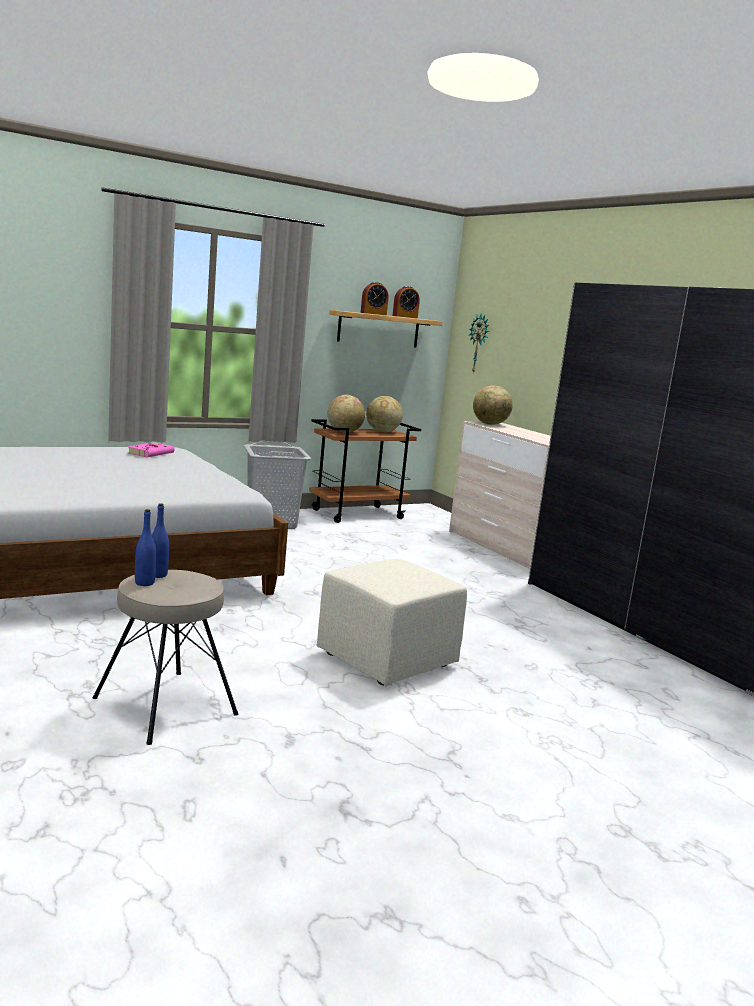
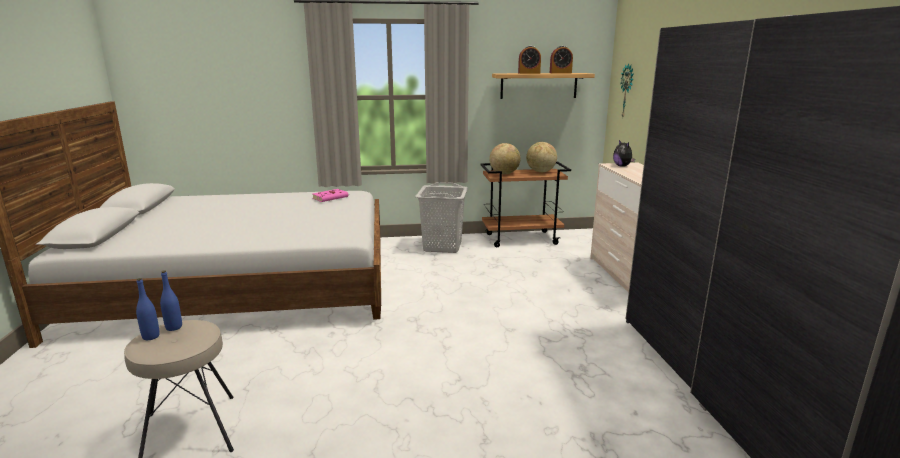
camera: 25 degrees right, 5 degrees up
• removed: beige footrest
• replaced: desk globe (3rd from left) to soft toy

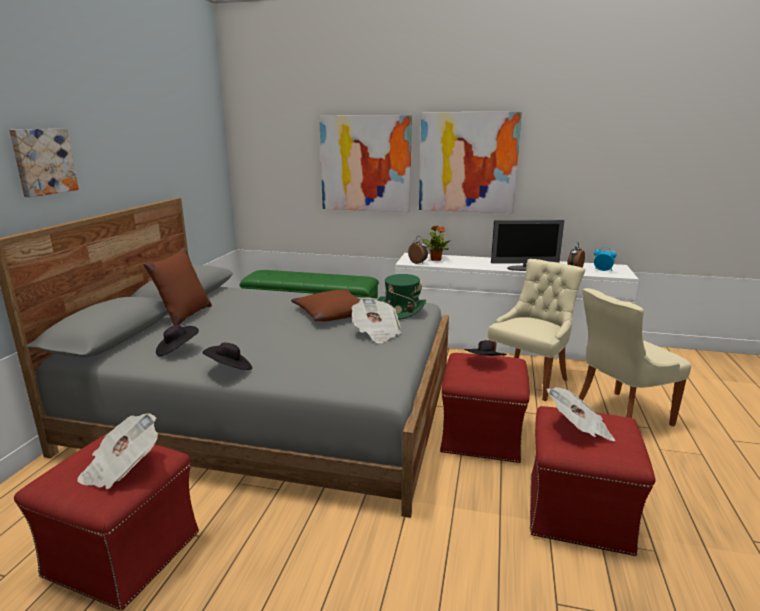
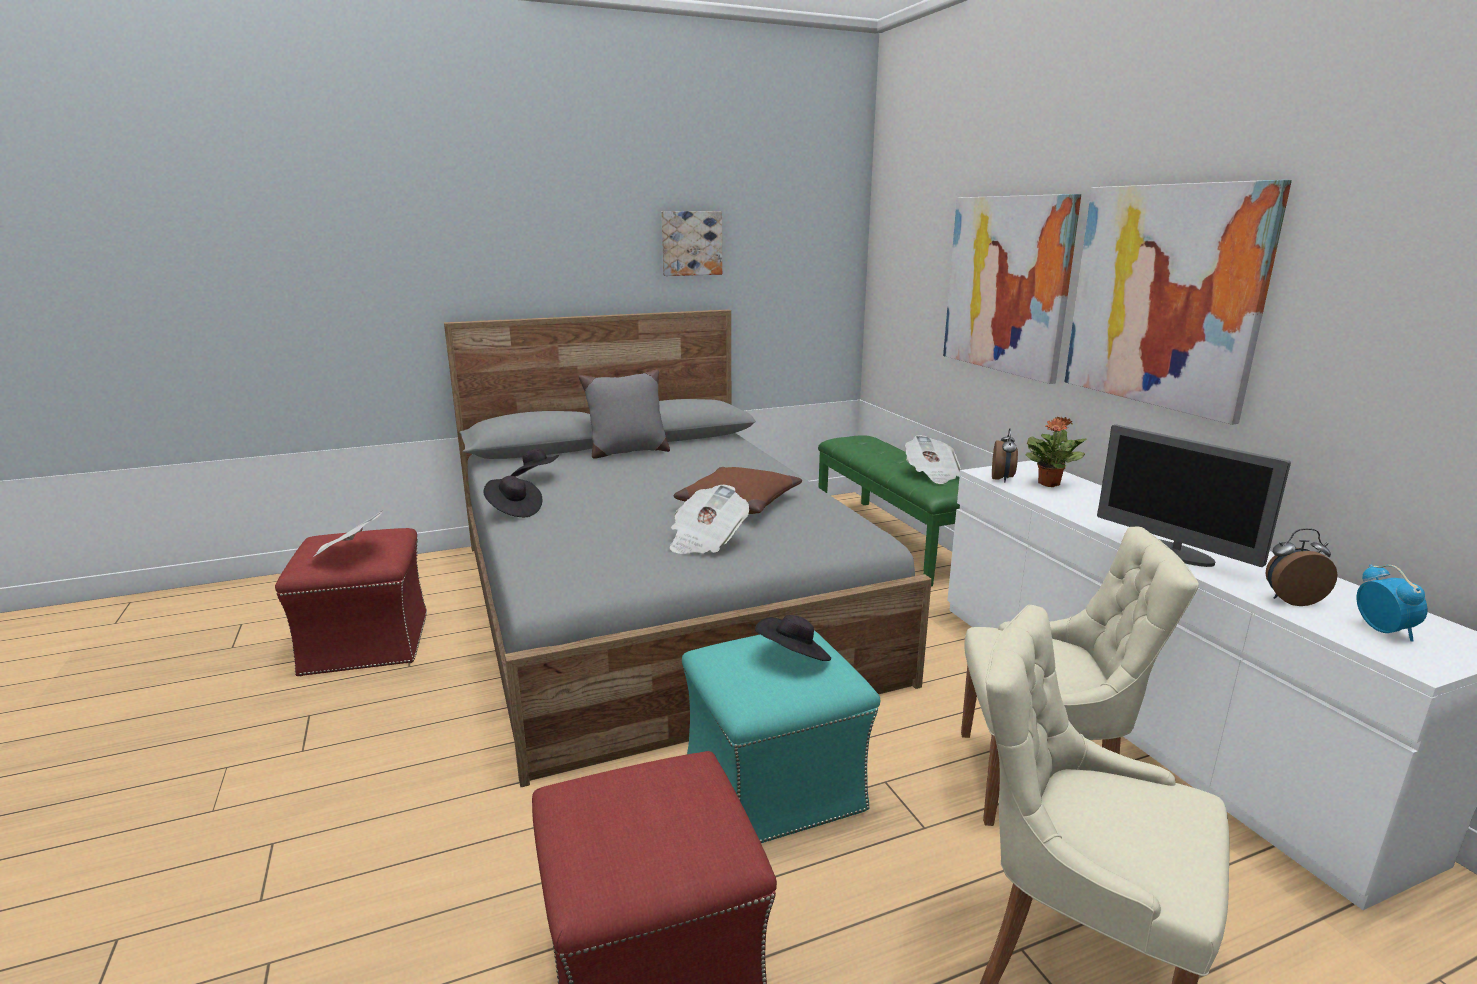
camera: 55 degrees right, 0 degrees up
• removed: greenish clothing hat
• moved: wall art (1st from left)
• moved: newspaper (3rd from left)
• recoloured: brown-coloured cushion (1st from left) to grey cushion
• recoloured: red footrest (2nd from left) to blue-green footrest

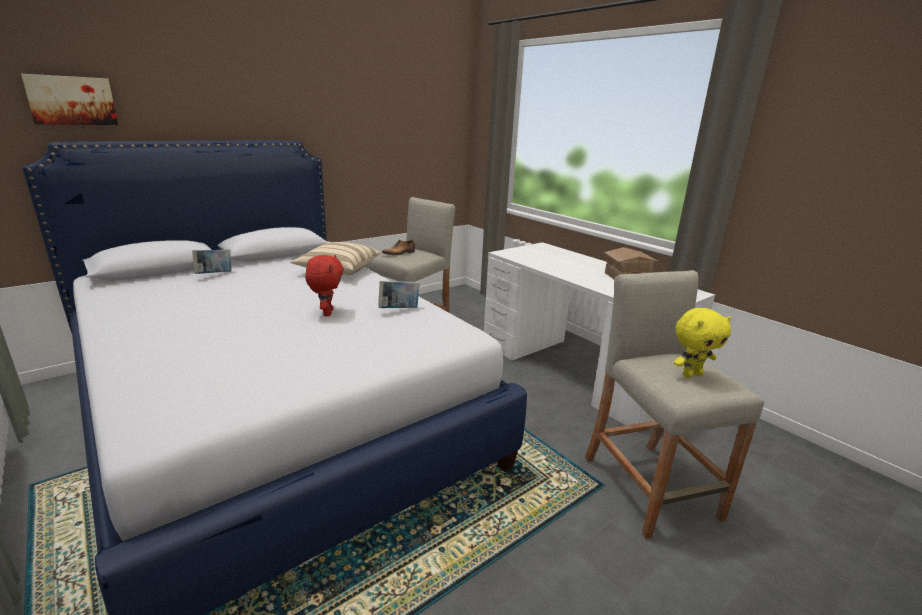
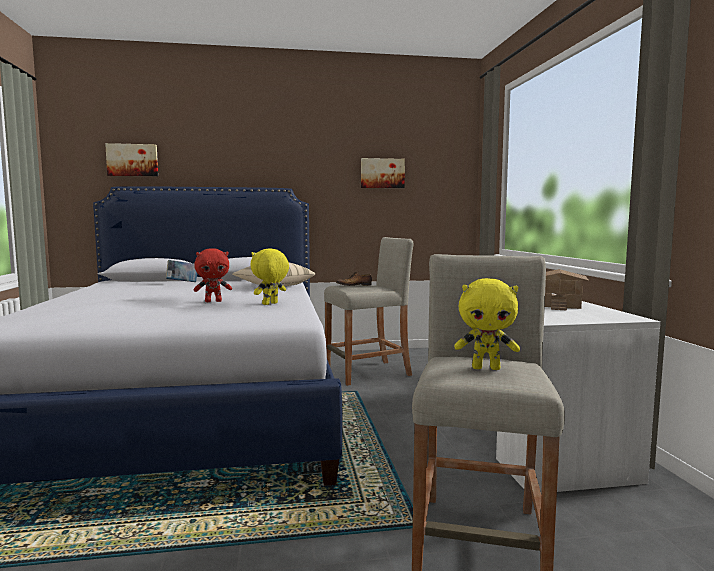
camera: 30 degrees right, 15 degrees down
• added: wall art (2nd from left)
• replaced: bound book (2nd from left) to yellow-coloured soft toy (1st from left)
• turned: red soft toy 45 degrees clockwise

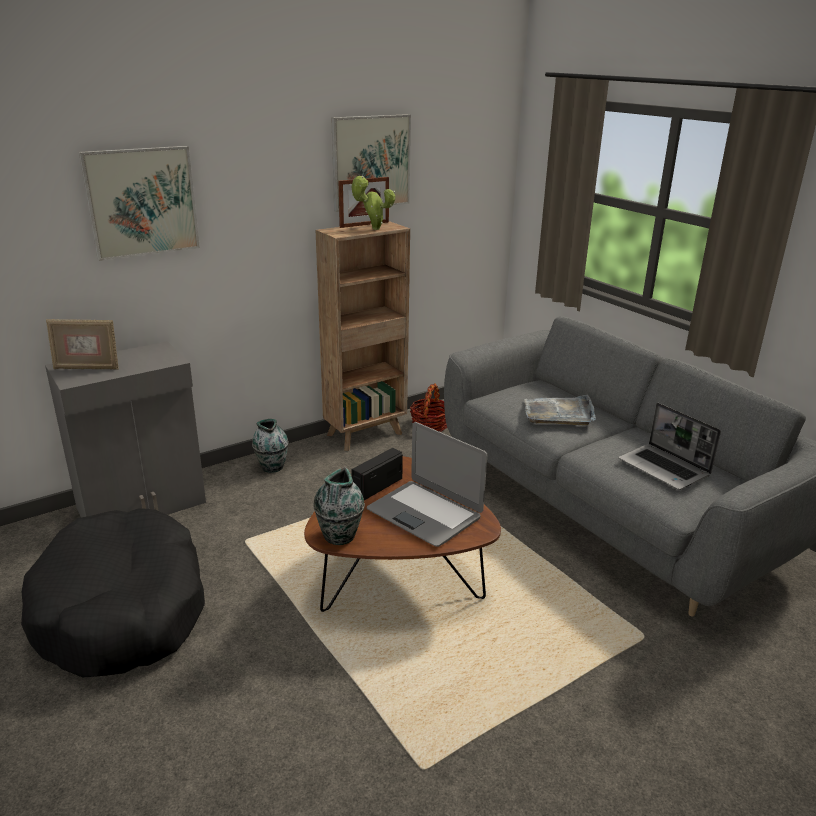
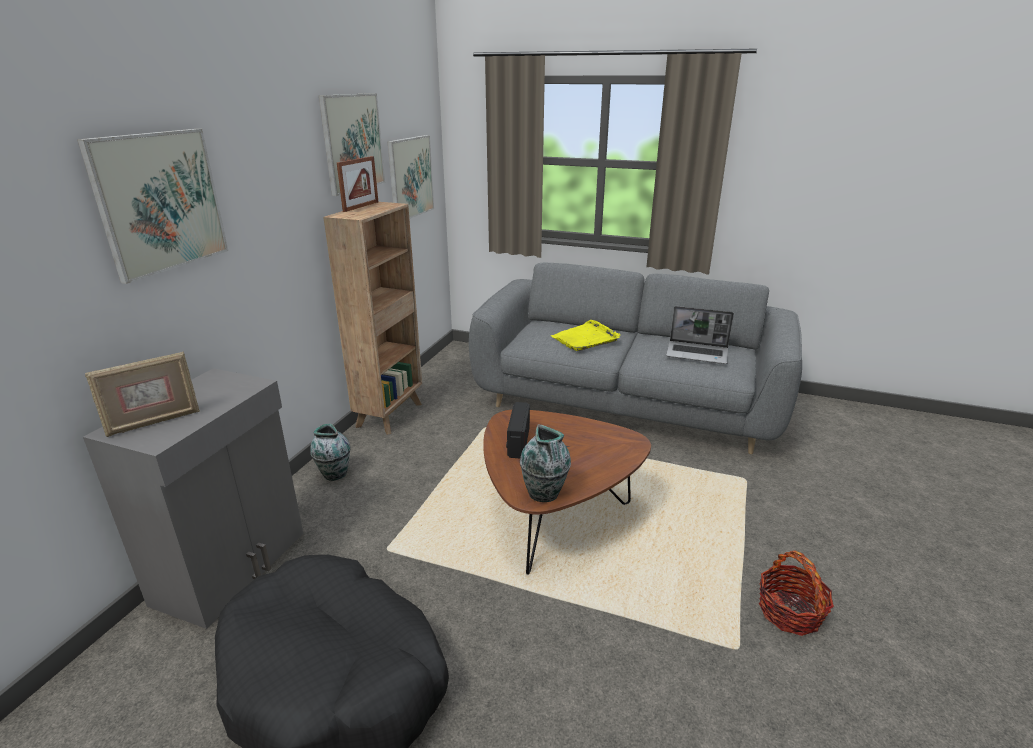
camera: 35 degrees left, 0 degrees up
• removed: houseplant
• removed: laptop (1st from left)
• added: wall art (3rd from left)
• moved: basket
• recoloured: grey serving tray to yellow-coloured serving tray

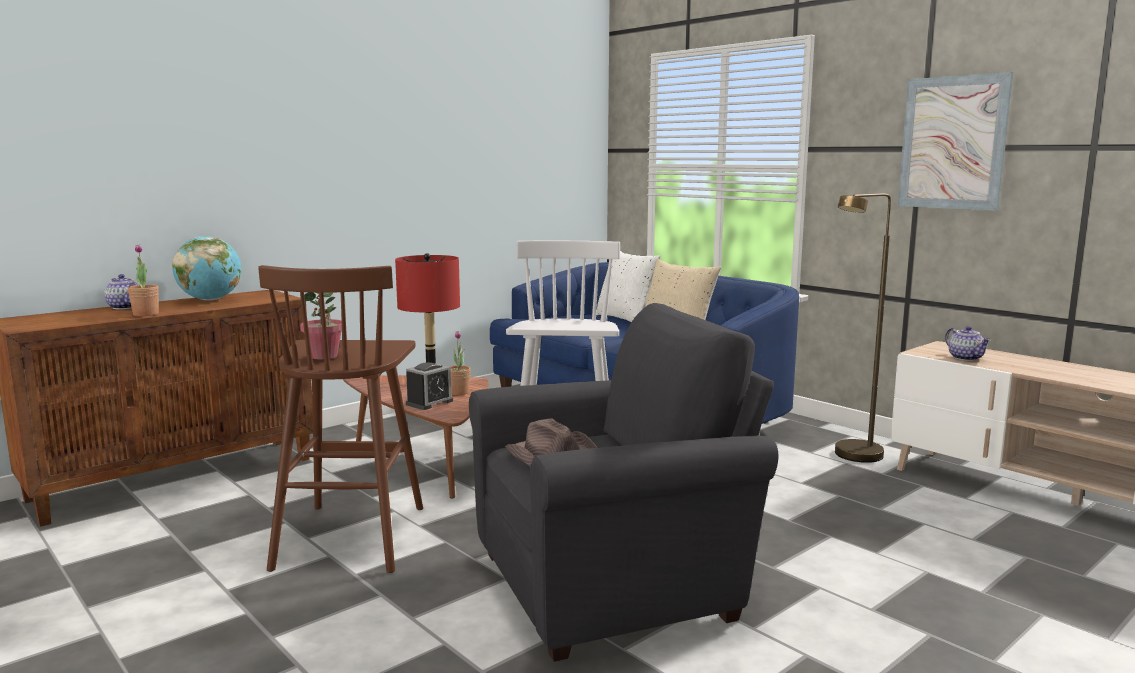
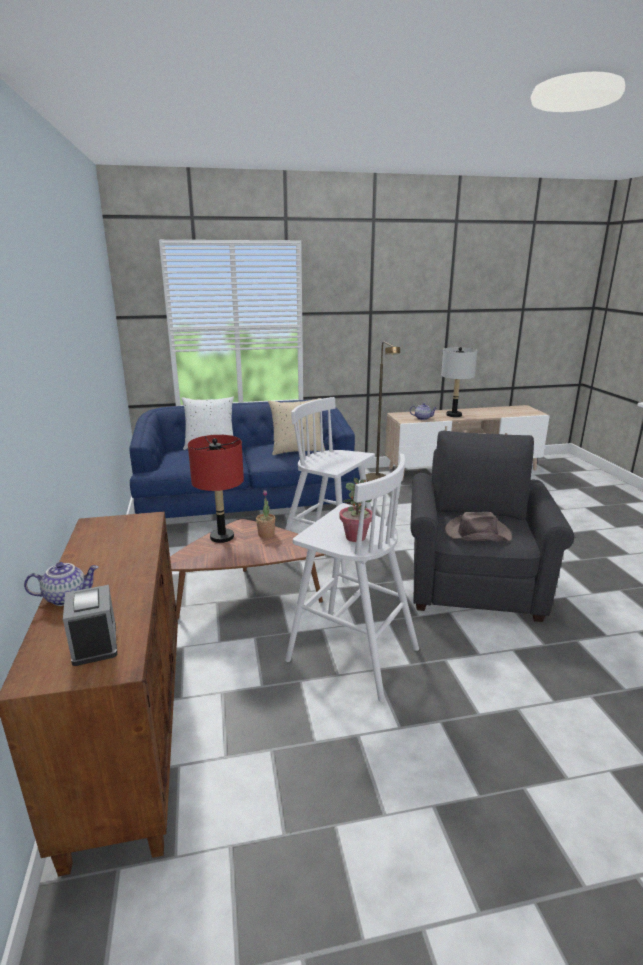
camera: 60 degrees left, 10 degrees up
• removed: houseplant (1st from left)
• removed: desk globe
• removed: wall art
• added: grey tabletop lamp
• moved: alarm clock
• recoloured: brown-coloured sitting stool to white sitting stool (2nd from left)

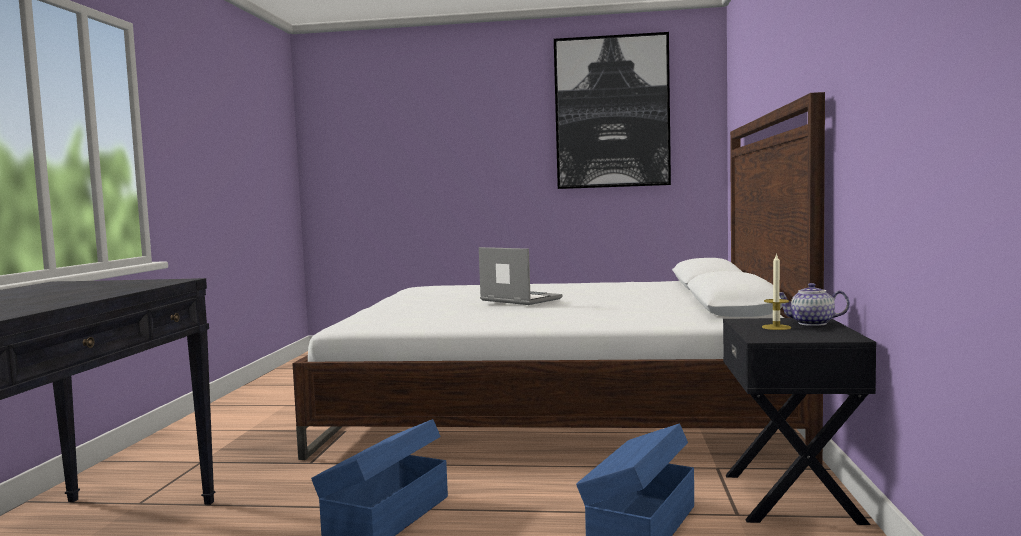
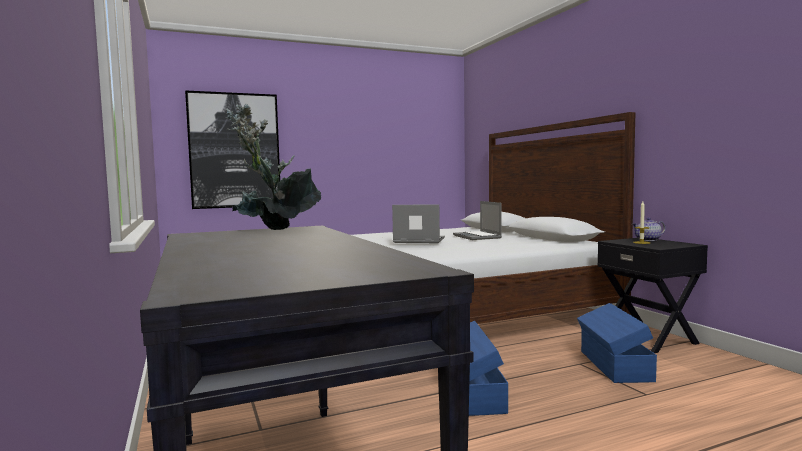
camera: 30 degrees left, 0 degrees up
• added: houseplant
• added: laptop (2nd from left)
• moved: wall art

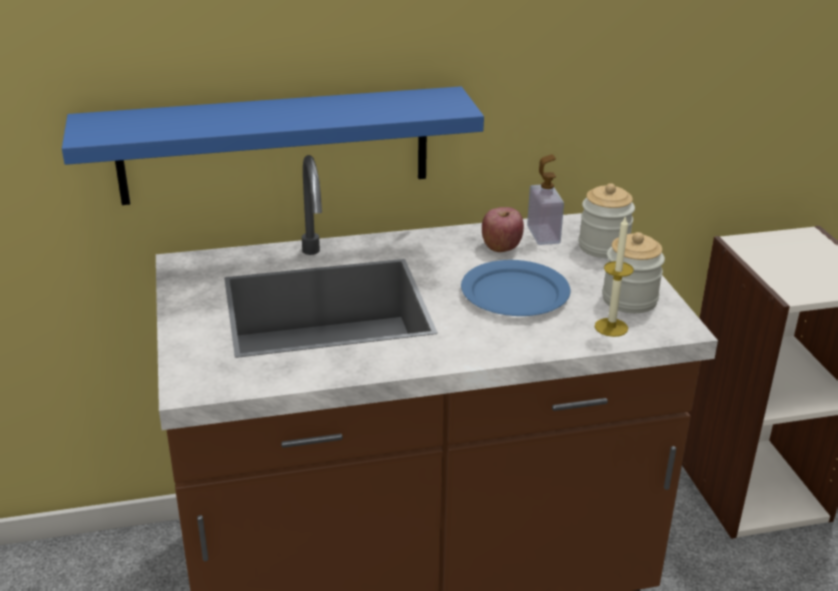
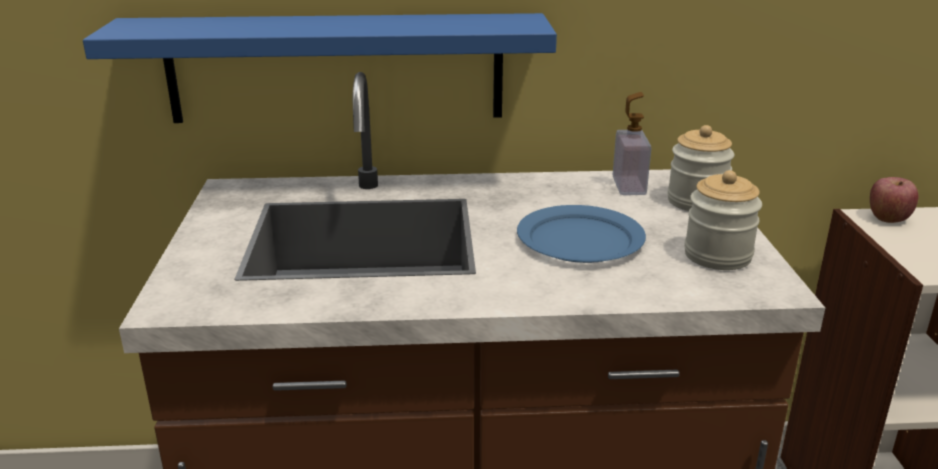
camera: 10 degrees right, 5 degrees down
• removed: wax candle
• moved: apple

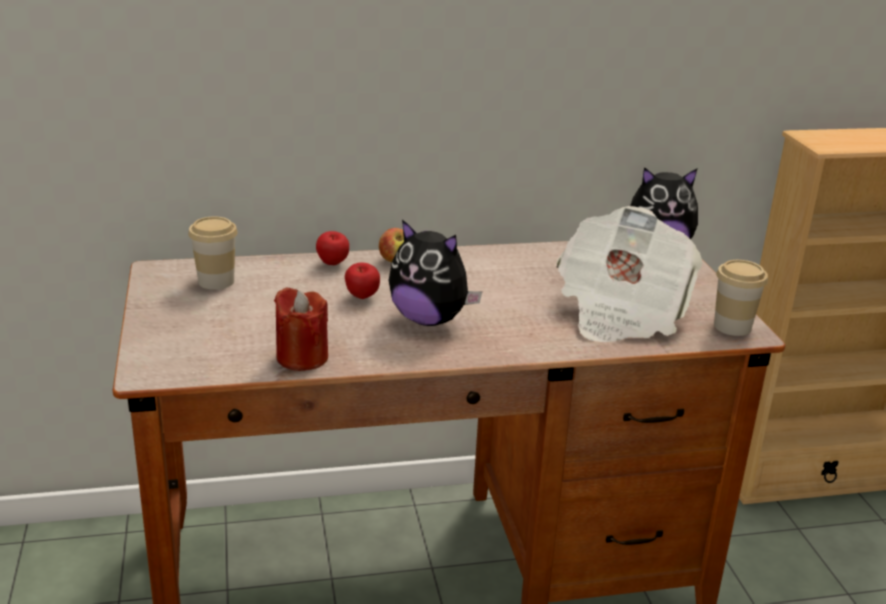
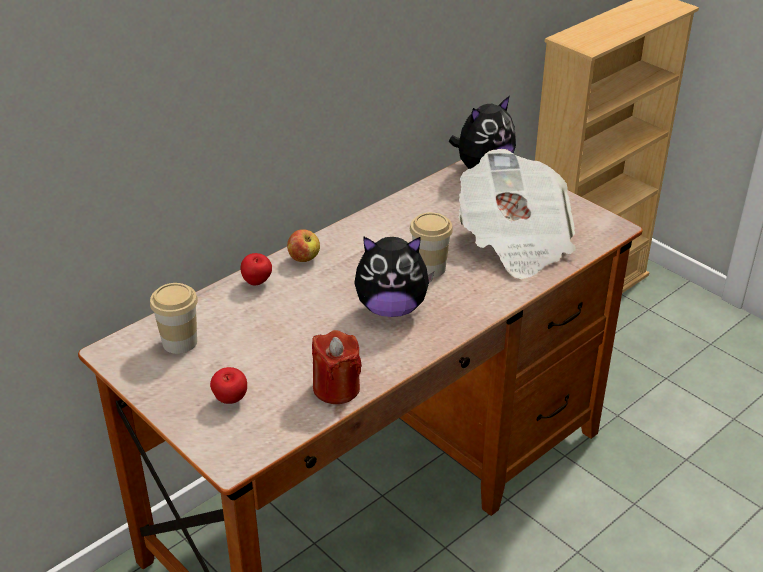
camera: 30 degrees left, 10 degrees up
• moved: apple (2nd from left in the first image) to apple (1st from left)
• moved: drinking cup (2nd from left)

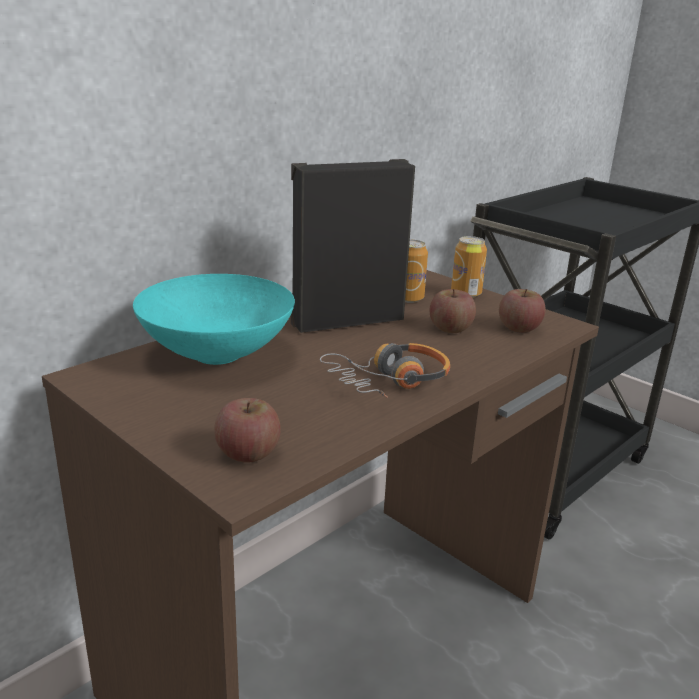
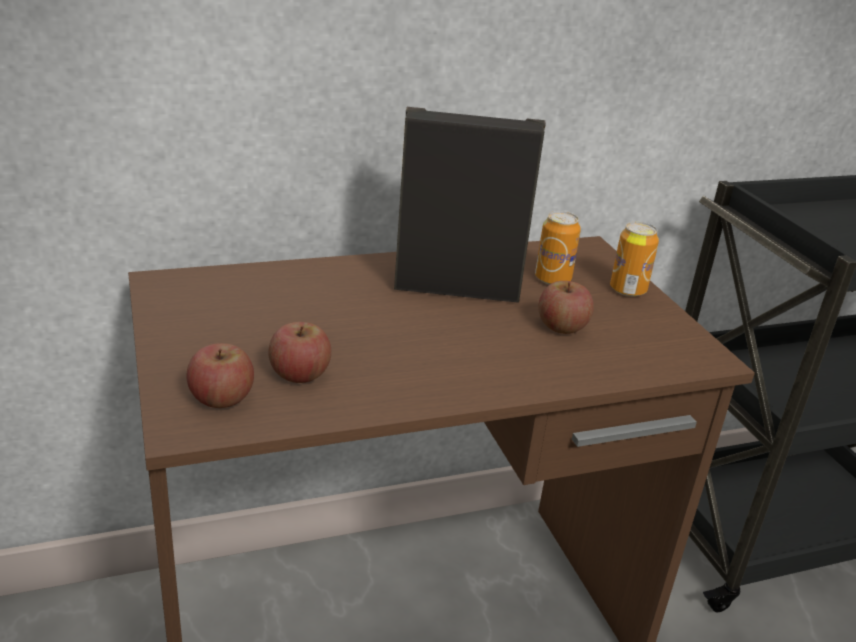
camera: 25 degrees right, 5 degrees up
• removed: blue-green deep dish
• removed: headphones
• moved: apple (3rd from left in the first image) to apple (2nd from left)

